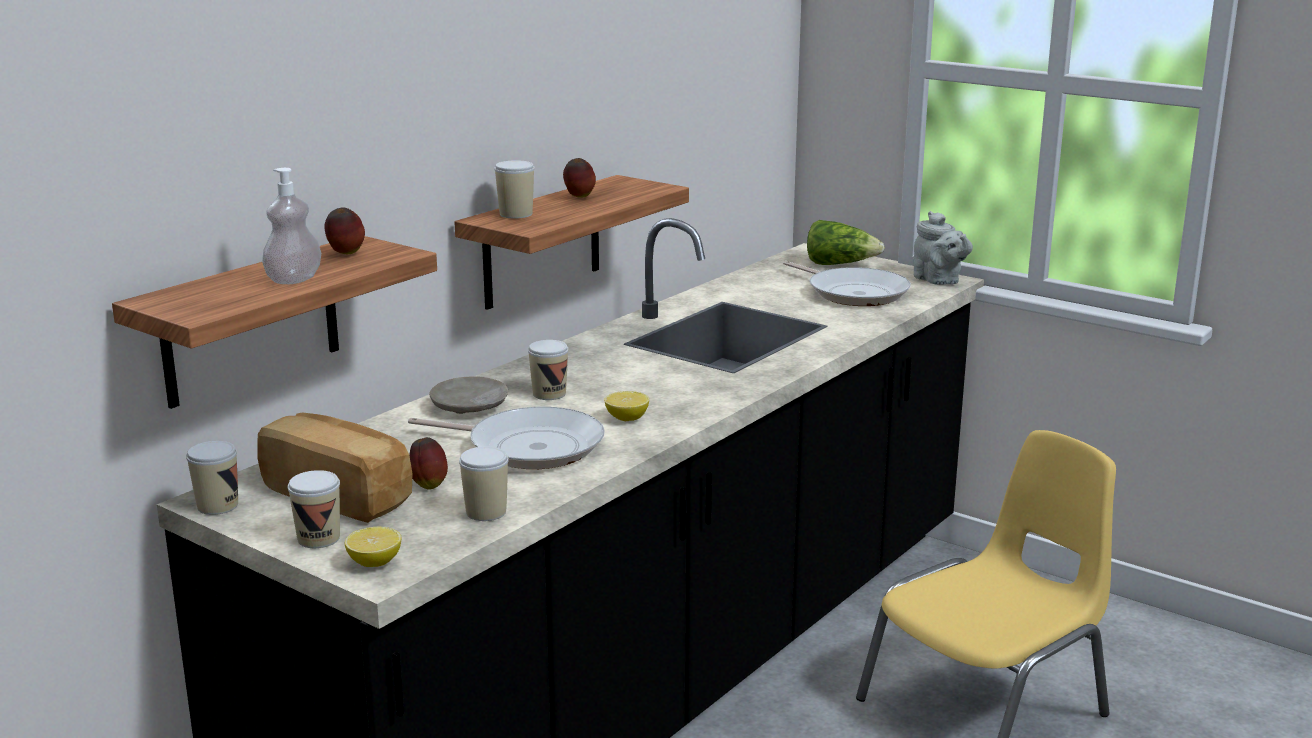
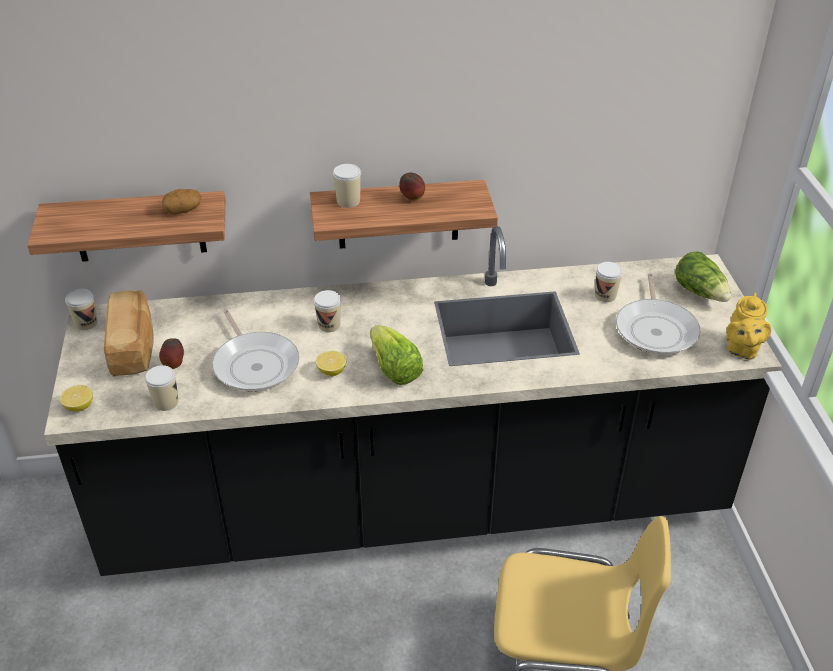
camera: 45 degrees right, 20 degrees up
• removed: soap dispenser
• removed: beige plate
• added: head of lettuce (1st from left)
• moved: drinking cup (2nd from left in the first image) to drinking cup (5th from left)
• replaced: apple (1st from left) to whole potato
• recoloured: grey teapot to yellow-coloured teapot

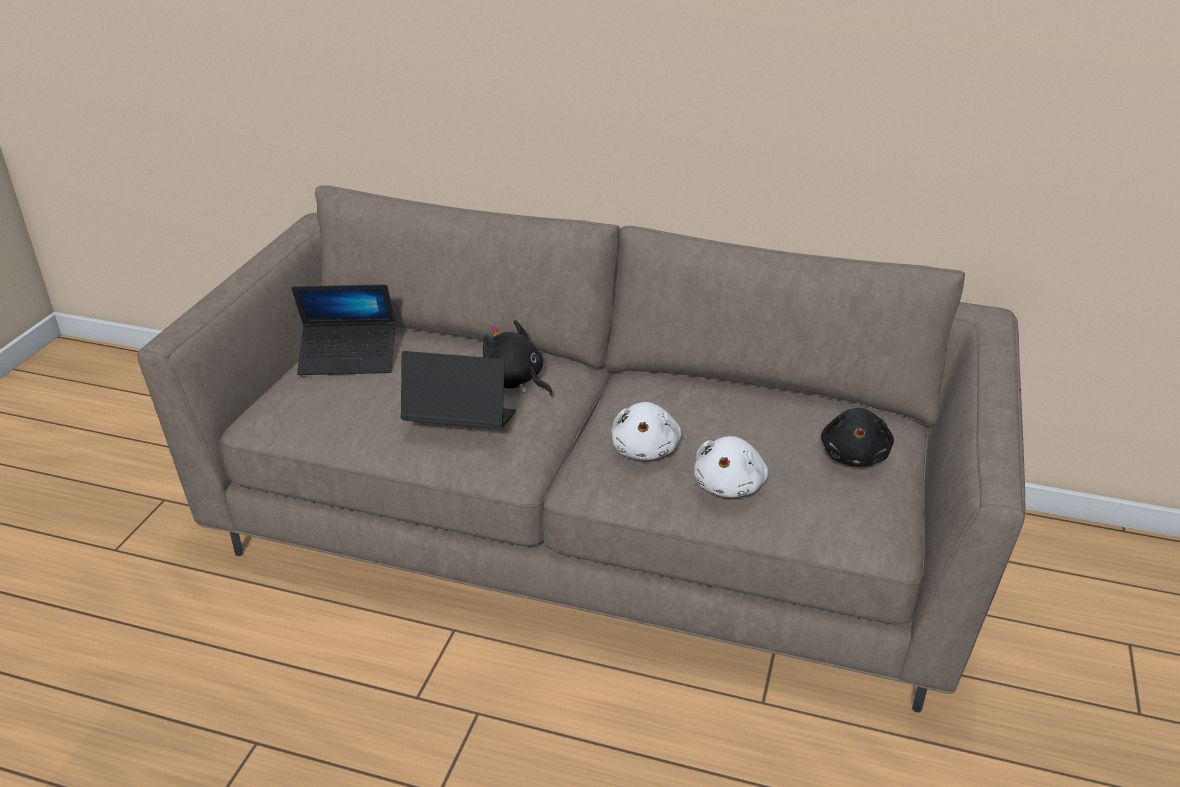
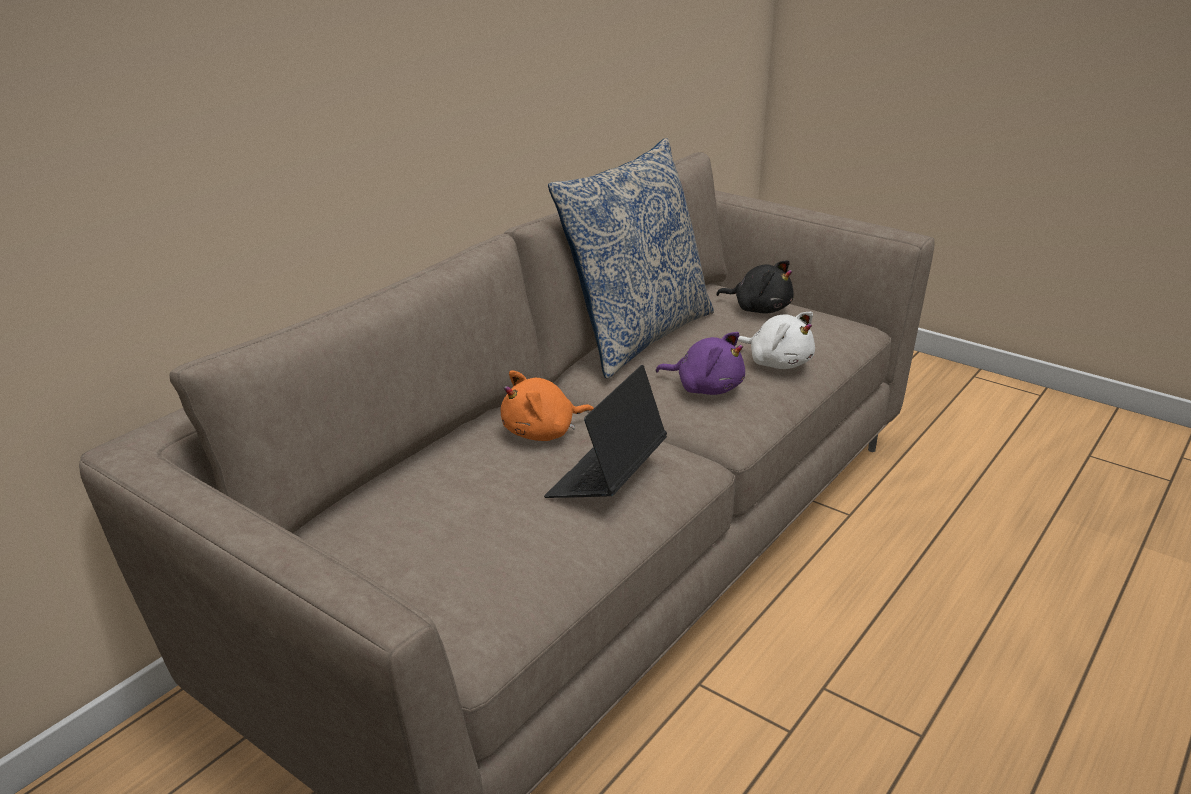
camera: 70 degrees left, 5 degrees down
• removed: laptop (1st from left)
• added: cushion
• recoloured: black soft toy (1st from left) to orange-coloured soft toy
• recoloured: white soft toy (1st from left) to purplish soft toy

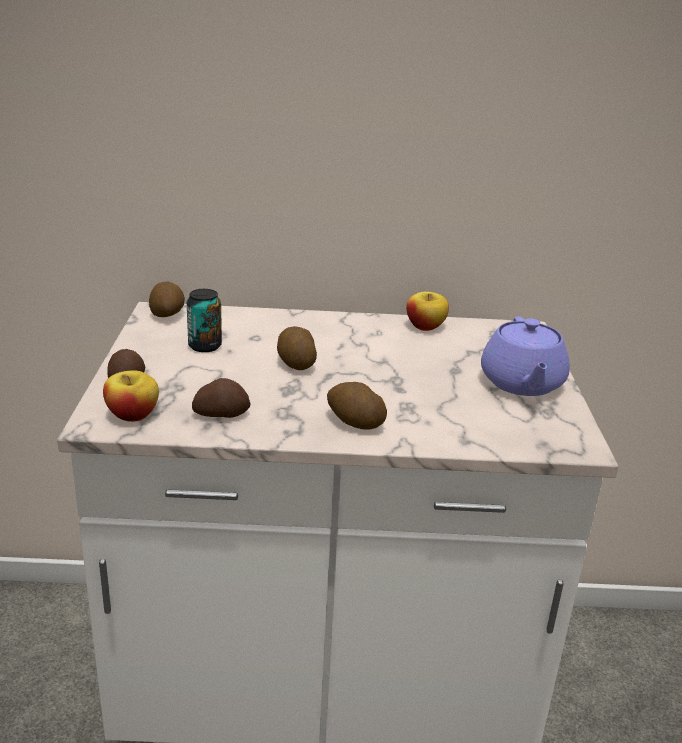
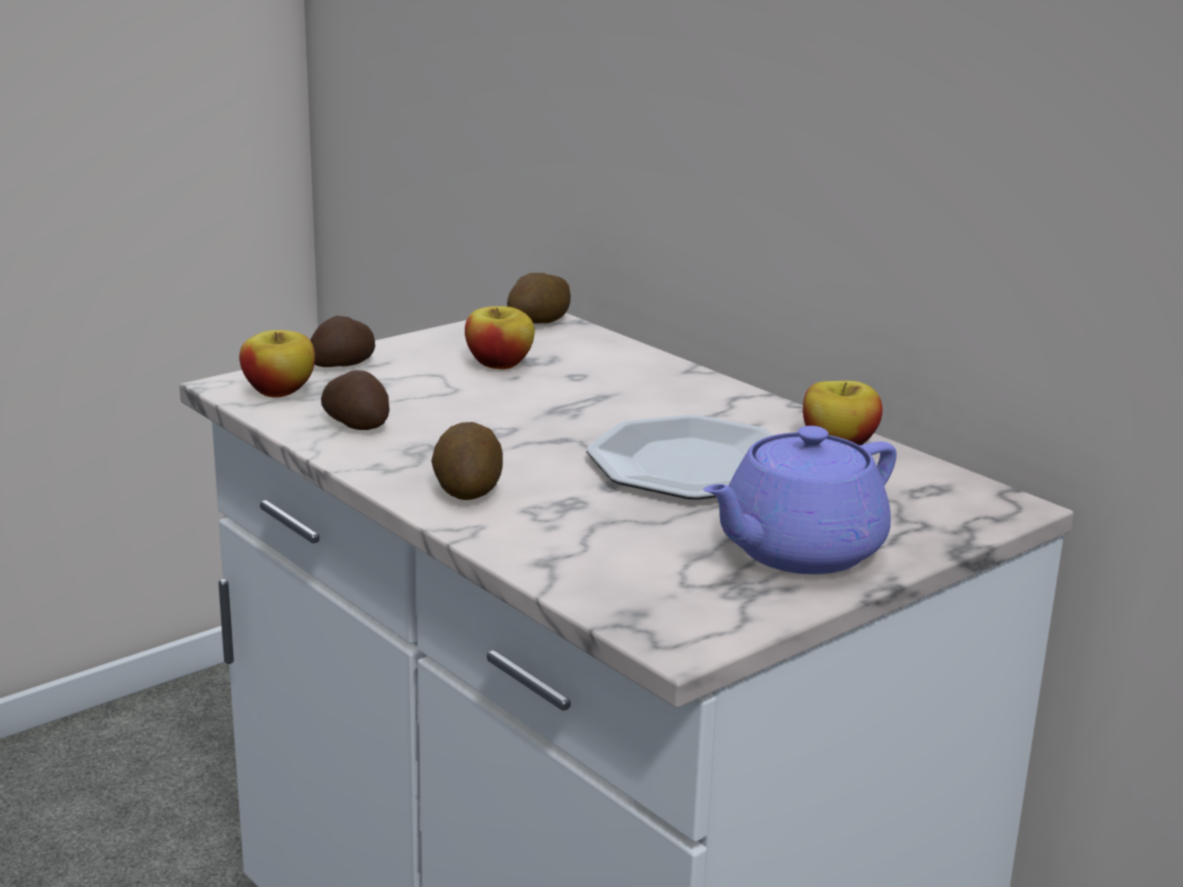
camera: 50 degrees right, 5 degrees down
• removed: whole potato (4th from left)
• added: plate
• replaced: metal can to apple (2nd from left)

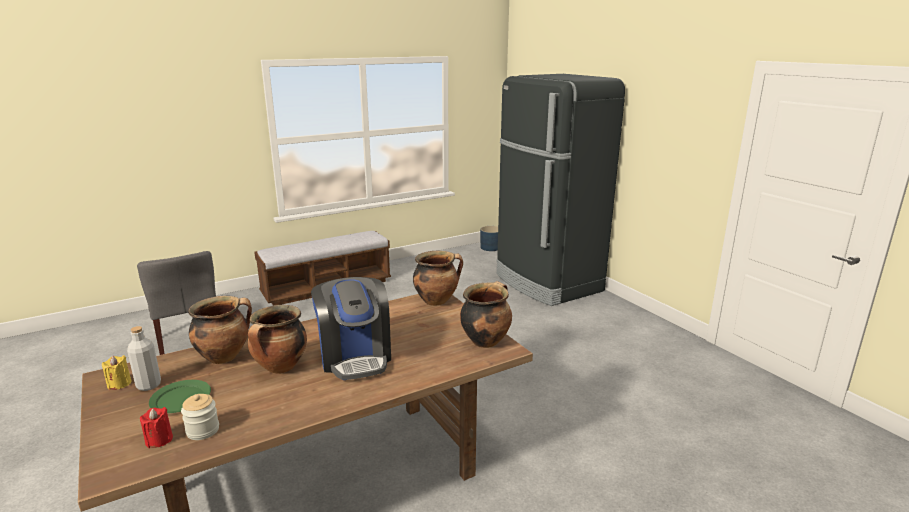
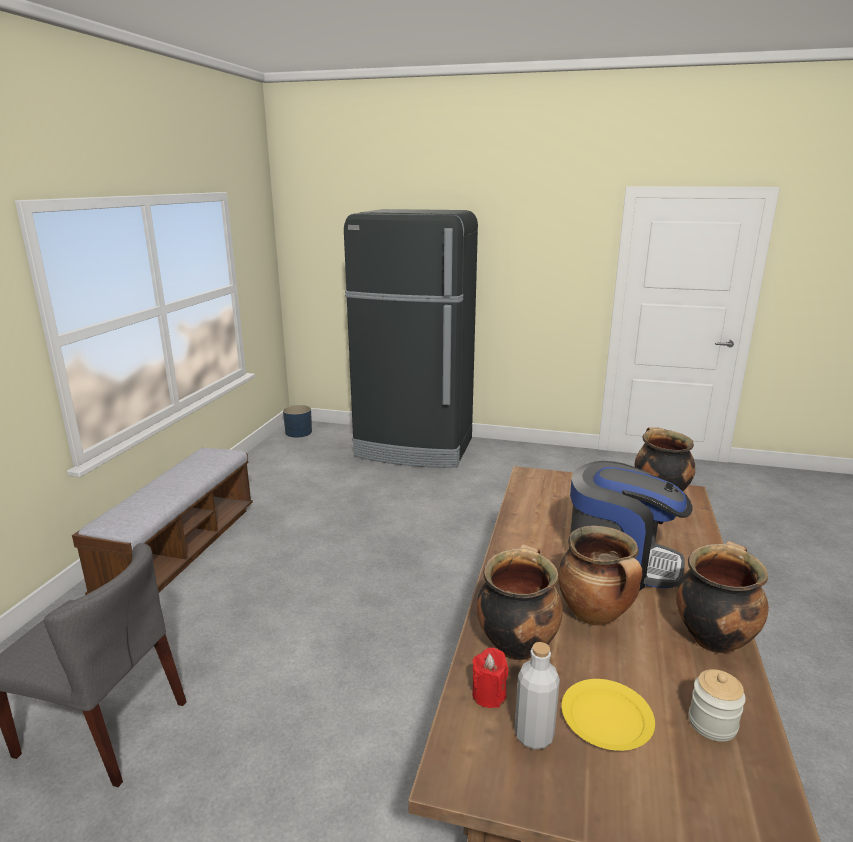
camera: 45 degrees left, 0 degrees up
• removed: yellow-coloured wax candle
• moved: red wax candle
• moved: cooking pot (3rd from left in the first image) to cooking pot (4th from left)
• recoloured: greenish plate to yellow-coloured plate

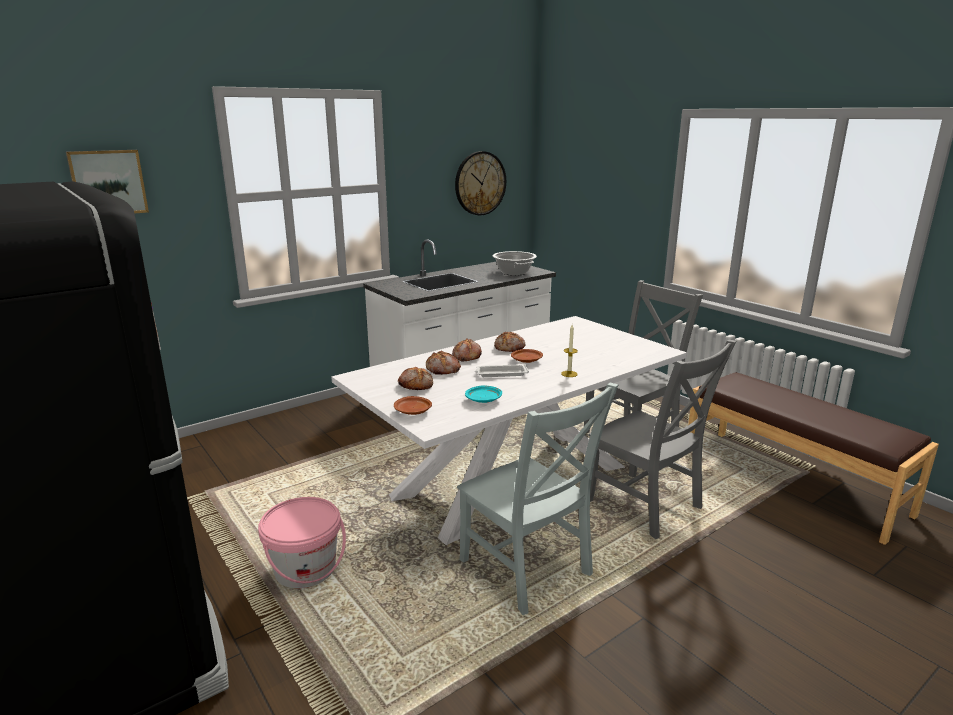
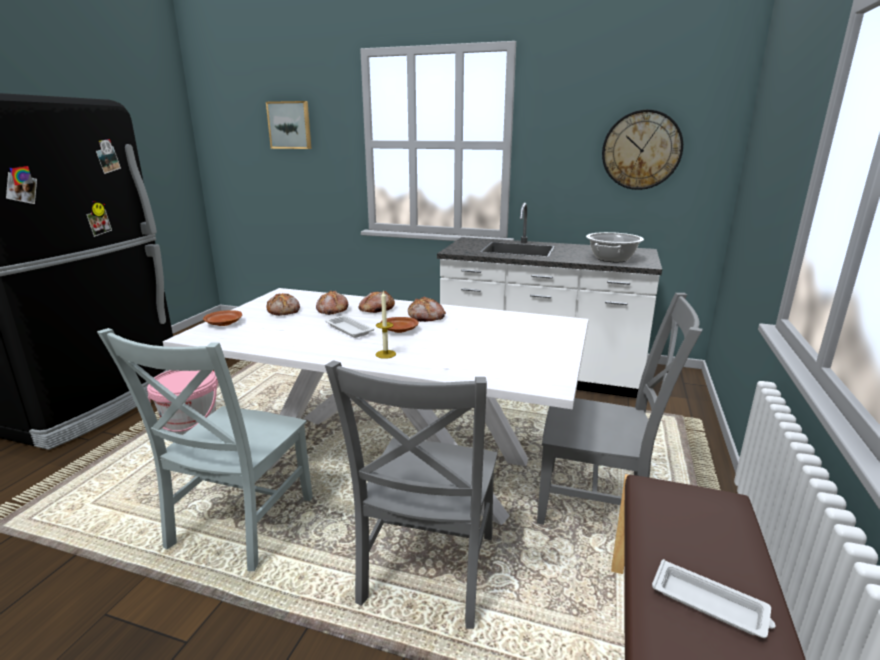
camera: 55 degrees right, 0 degrees up
• removed: blue-green plate
• added: white serving tray (2nd from left)

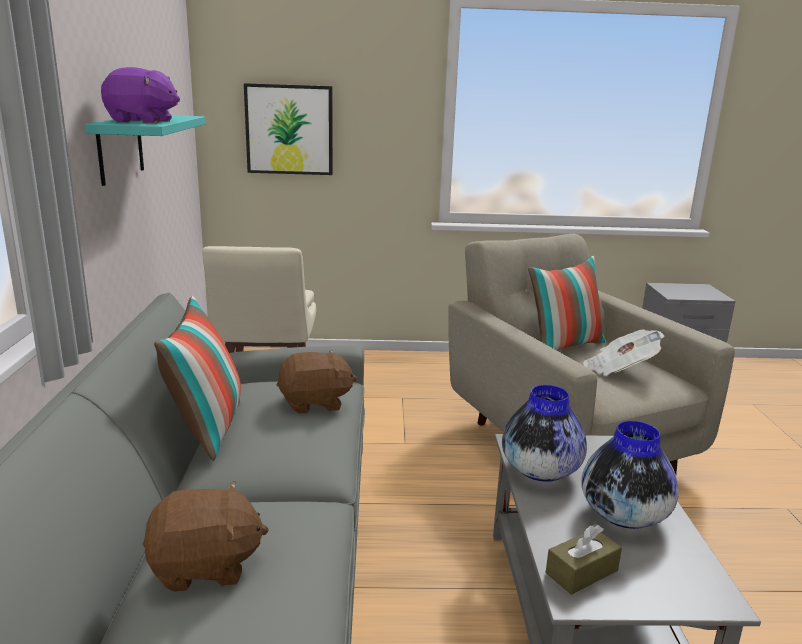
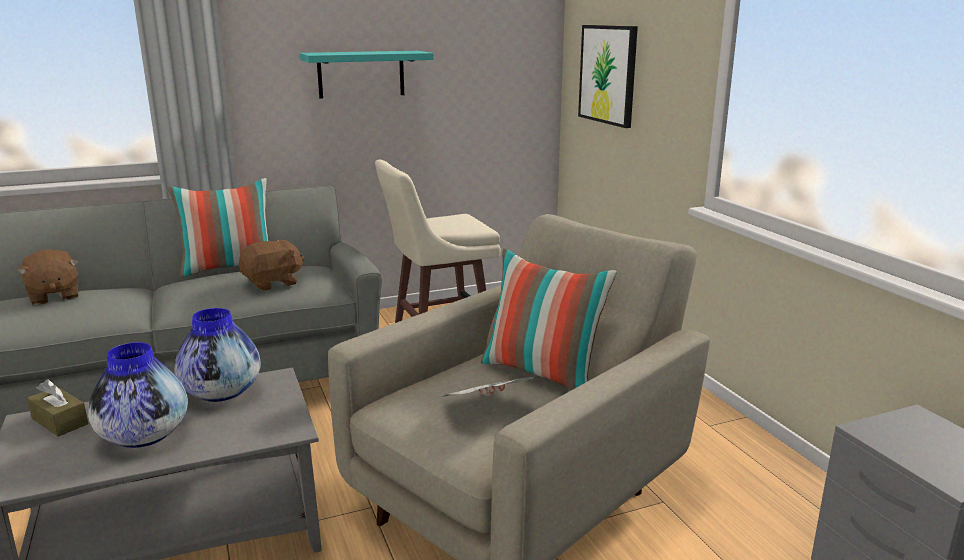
camera: 70 degrees right, 0 degrees up
• removed: purplish soft toy
• turned: brown-coloured soft toy (2nd from left) 90 degrees counterclockwise

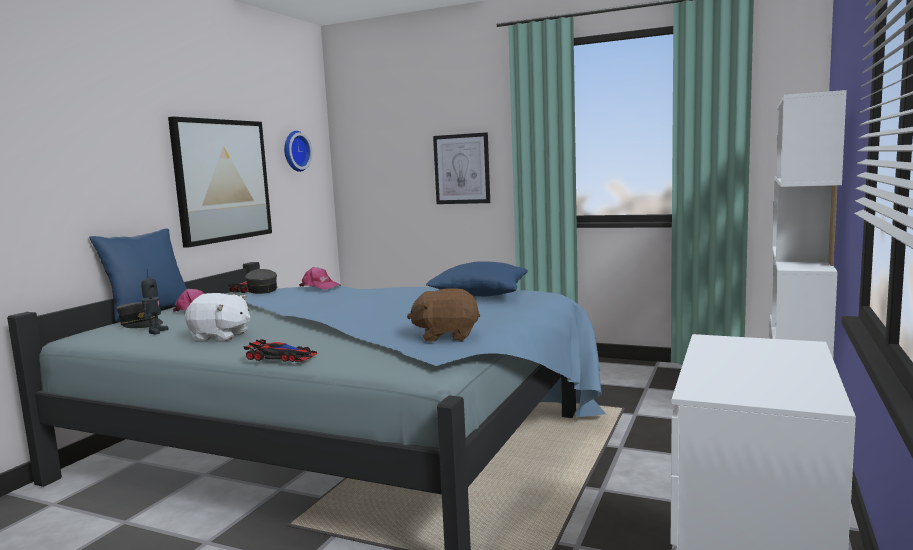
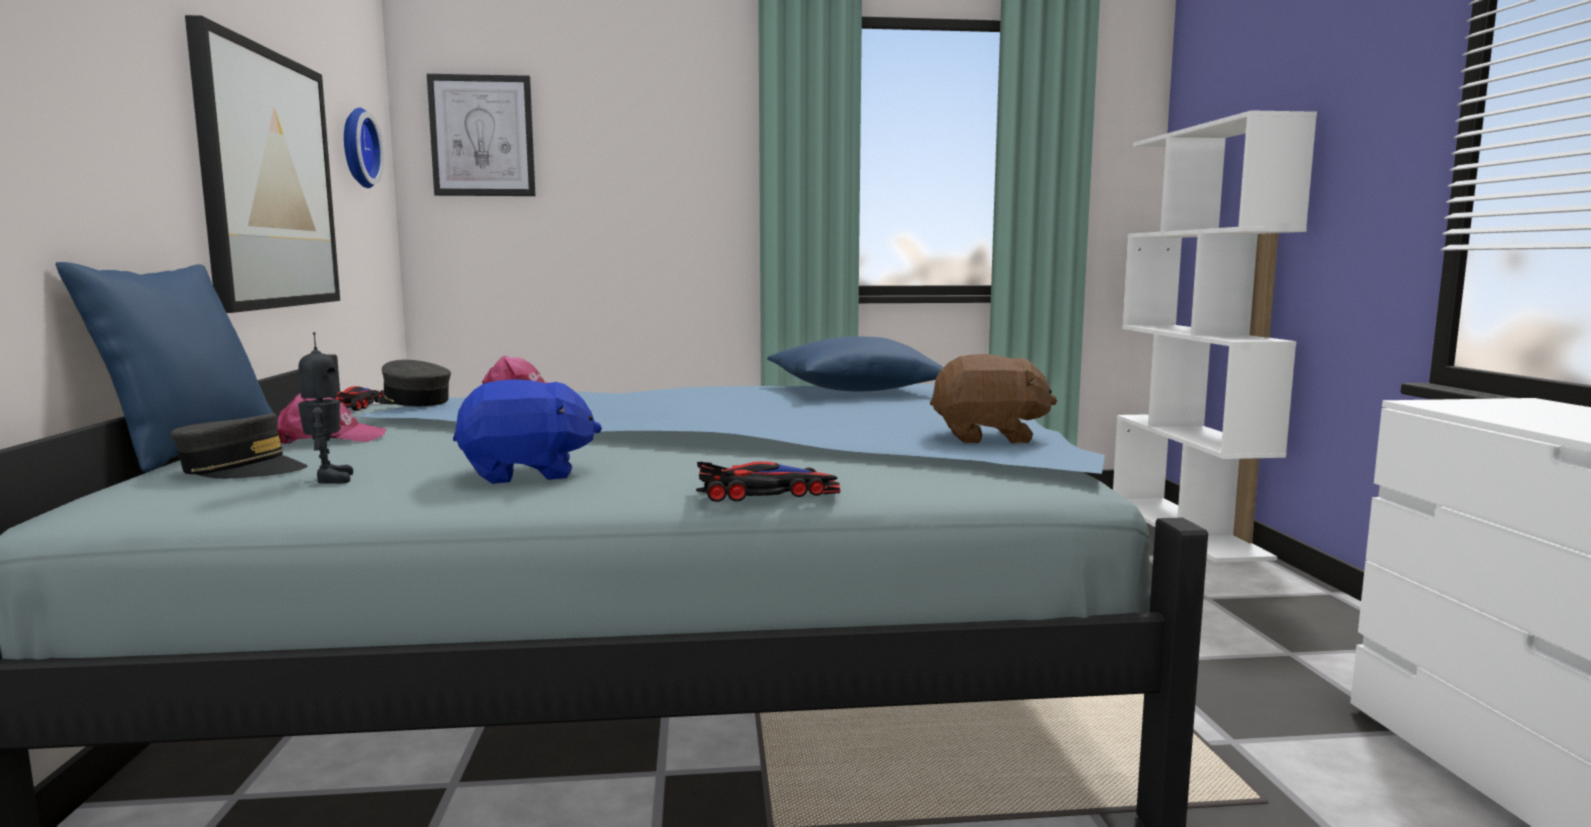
camera: 30 degrees left, 0 degrees up
• moved: wall art (2nd from left)
• recoloured: white soft toy to bluish soft toy
• turned: brown-coloured soft toy 150 degrees counterclockwise

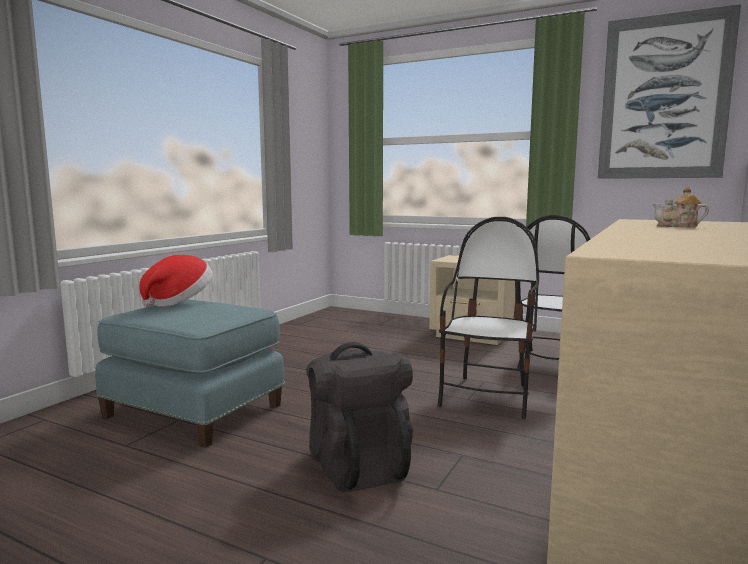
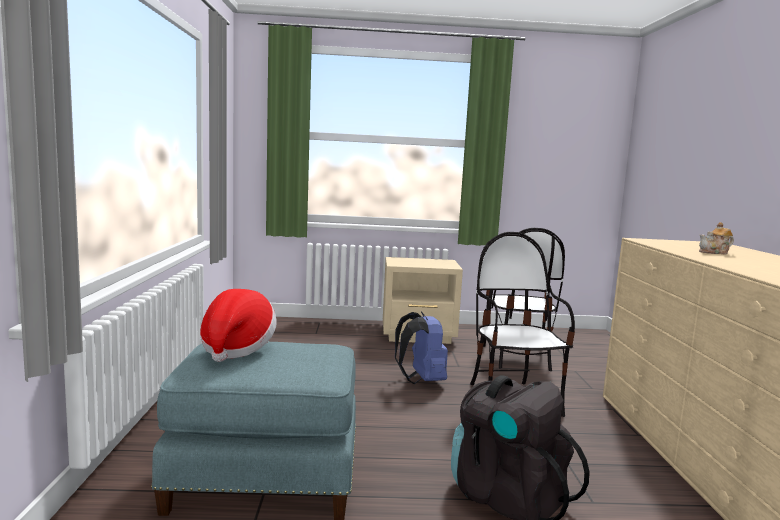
camera: 30 degrees left, 0 degrees up
• removed: wall art
• added: bluish knapsack

